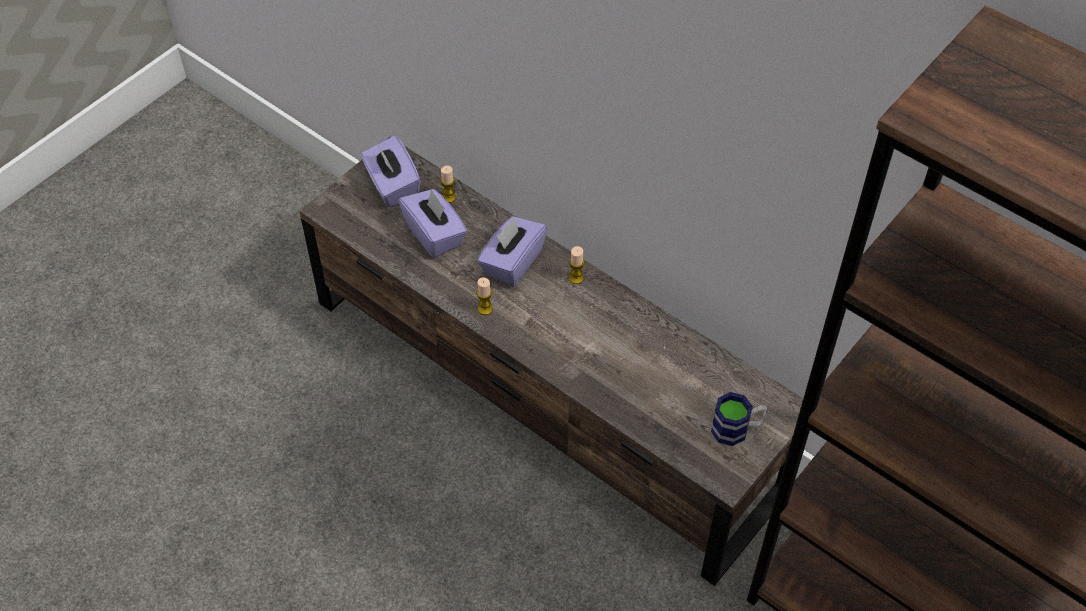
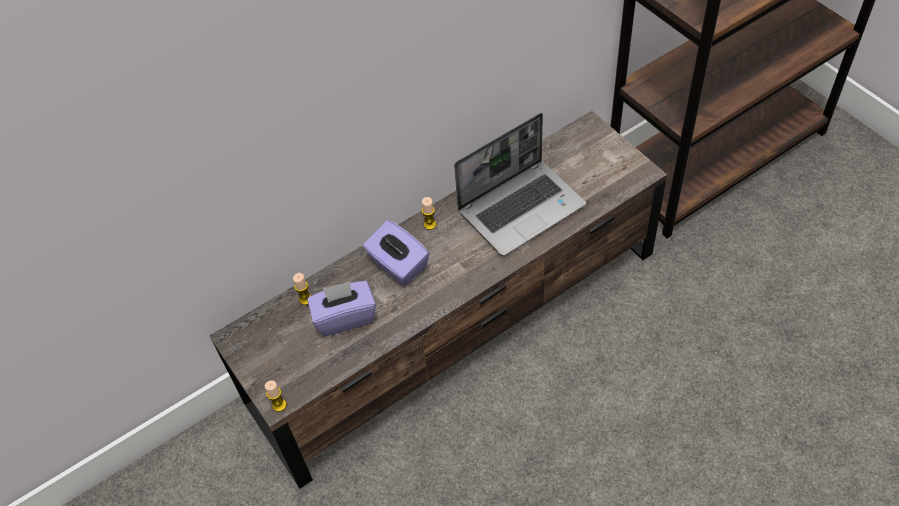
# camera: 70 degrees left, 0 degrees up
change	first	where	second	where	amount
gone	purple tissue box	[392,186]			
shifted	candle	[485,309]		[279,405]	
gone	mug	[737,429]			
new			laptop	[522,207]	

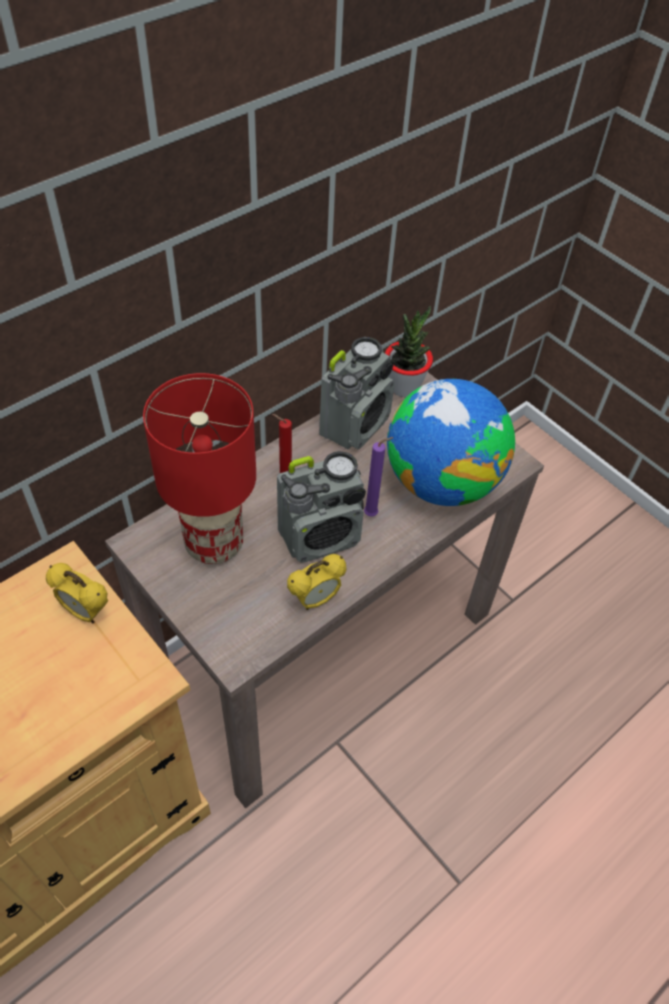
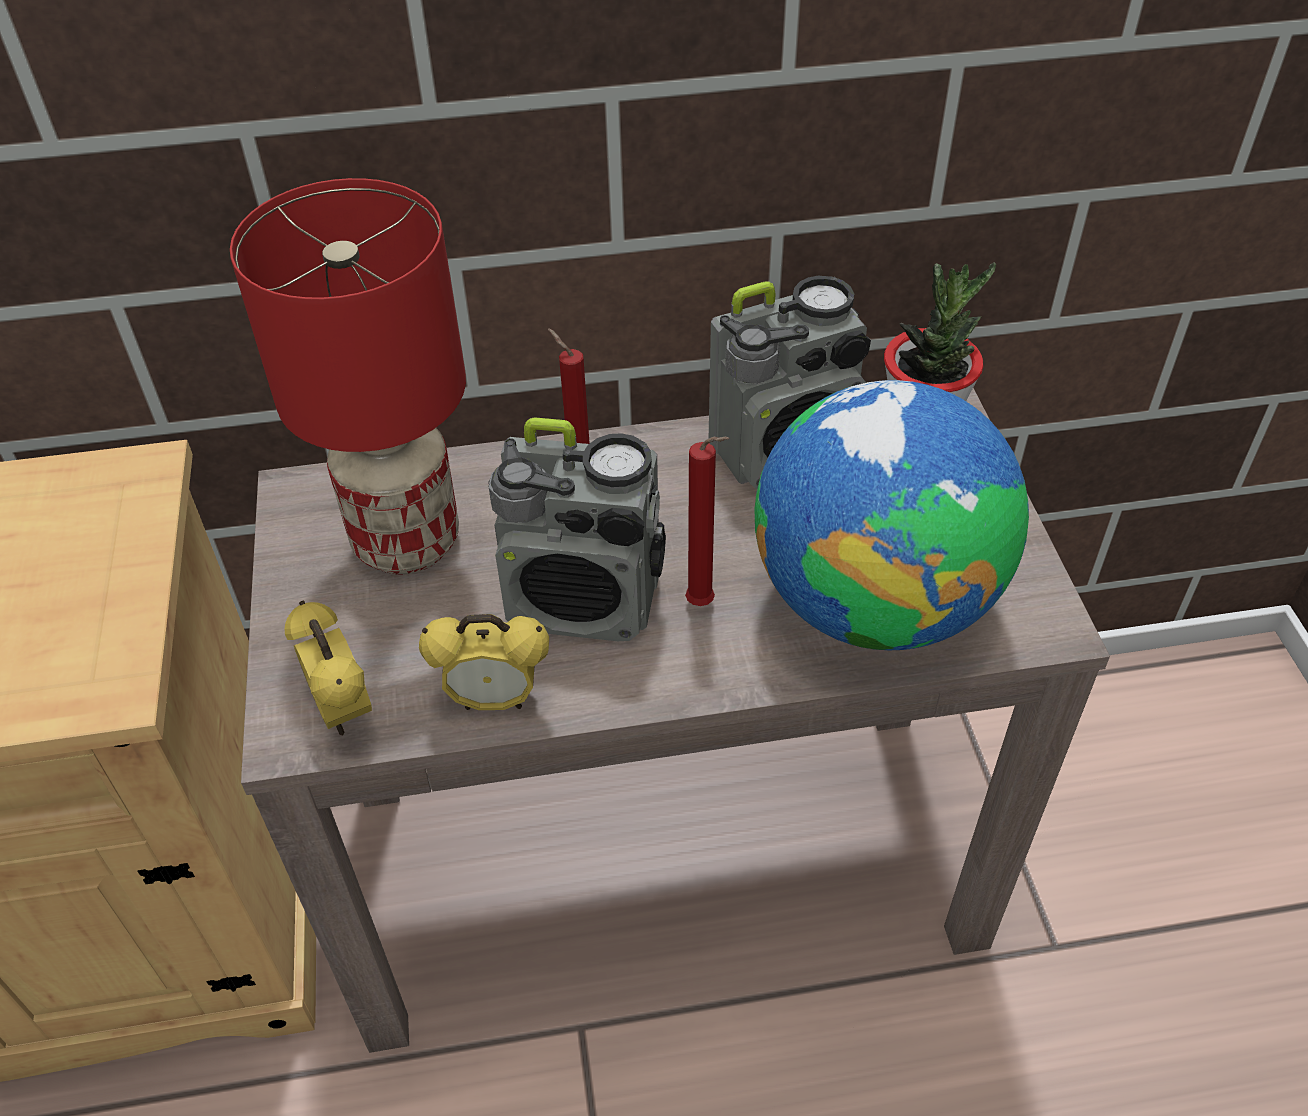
# camera: 35 degrees right, 5 degrees down
change	first	where	second	where	amount
repainted	purple candle	[373,514]	red candle	[704,605]	
shifted	alarm clock	[86,612]		[343,711]	

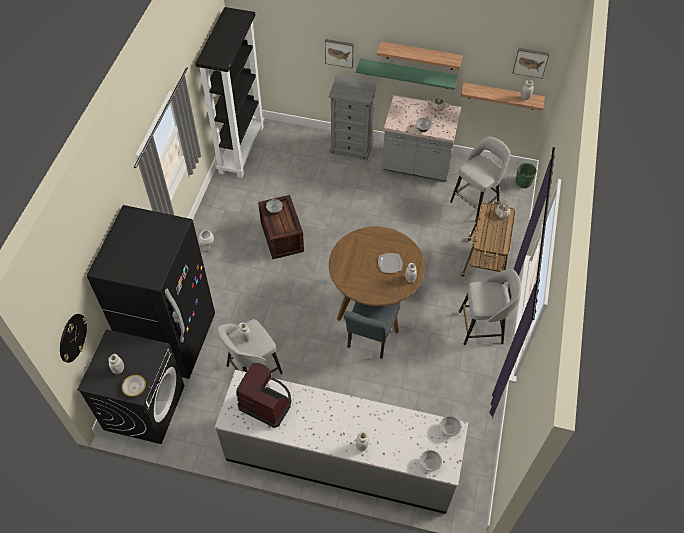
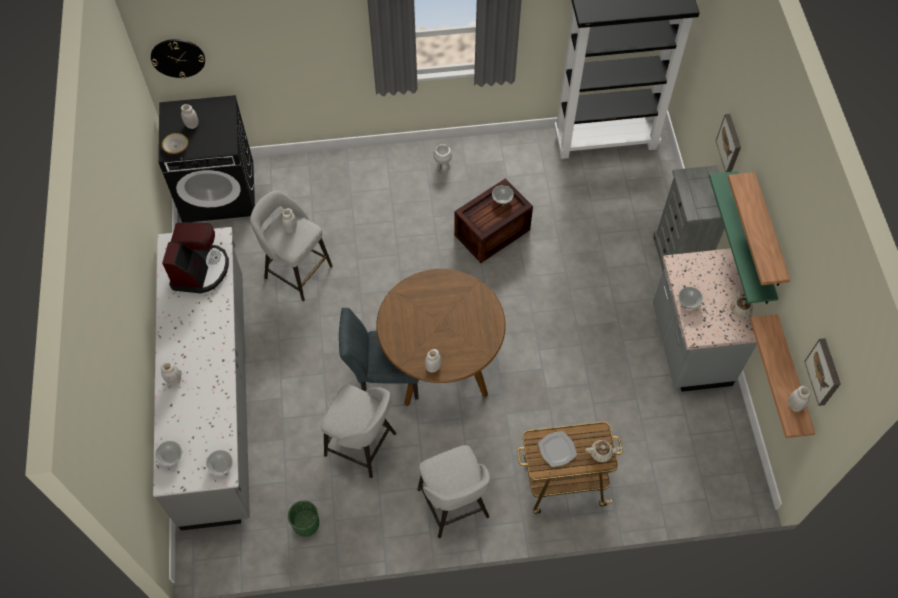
# camera: 70 degrees right, 5 degrees up
change	first	where	second	where	amount
shifted	grey stool	[475,202]		[362,445]	
shifted	green planter	[523,182]		[306,524]	
gone	black fridge	[173,340]			
shifted	plate	[390,263]		[557,450]	

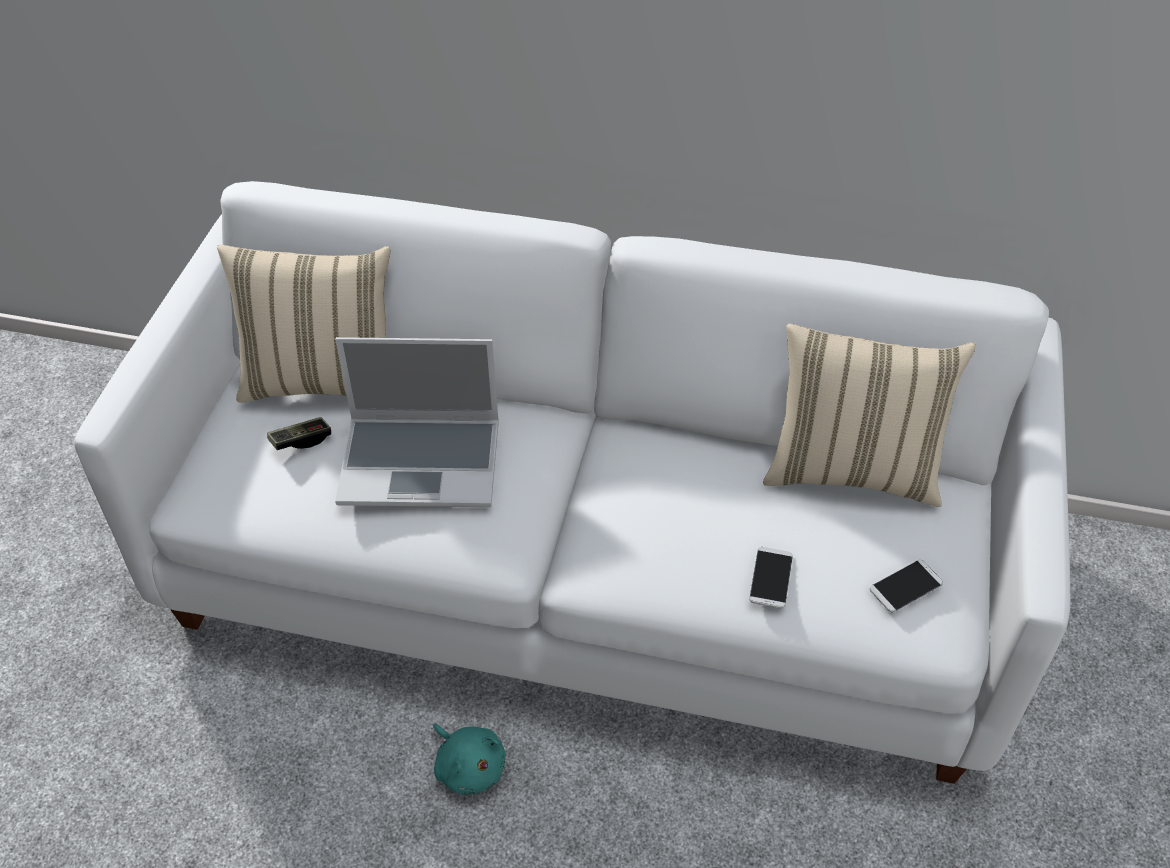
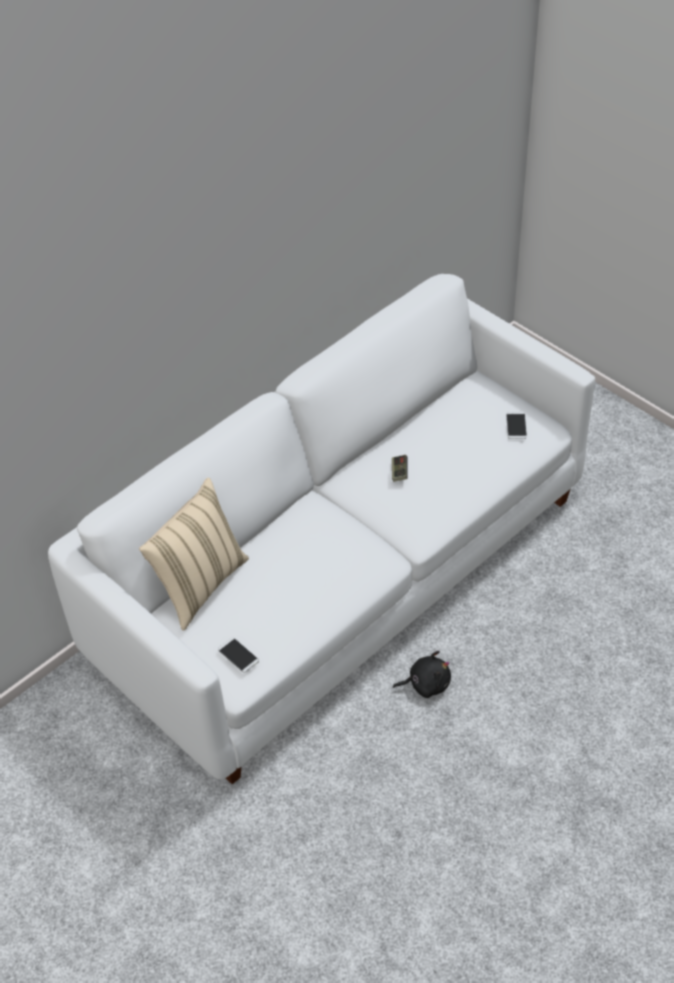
# camera: 55 degrees left, 0 degrees up
change	first	where	second	where	amount
gone	beige pillow	[851,470]			
gone	laptop	[423,462]			
shifted	game controller	[301,440]		[399,472]	
shifted	phone	[771,578]		[238,655]	
repainted	turquoise plush toy	[469,767]	black plush toy	[426,684]	

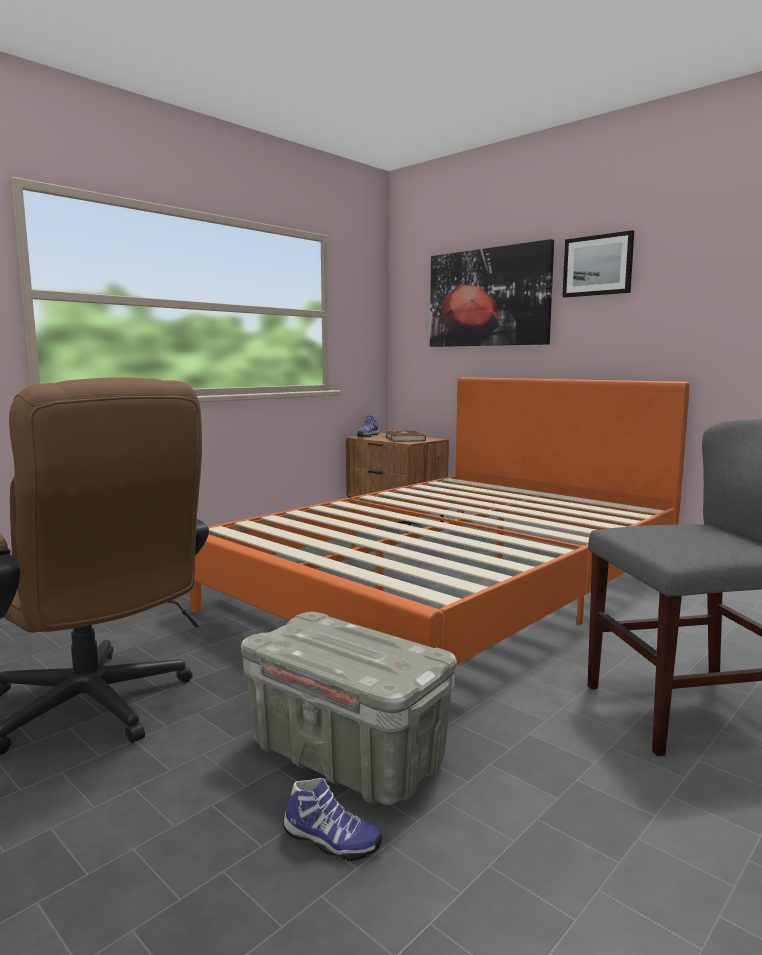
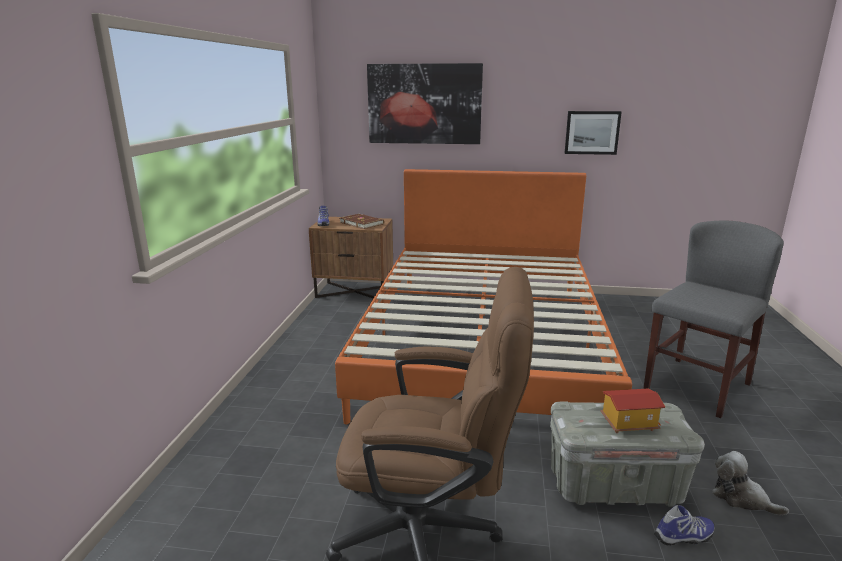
# camera: 35 degrees left, 10 degrees up
change	first	where	second	where	amount
shifted	picture	[598,265]		[592,132]	
new			toy house	[629,423]	
new			plush toy	[741,498]	

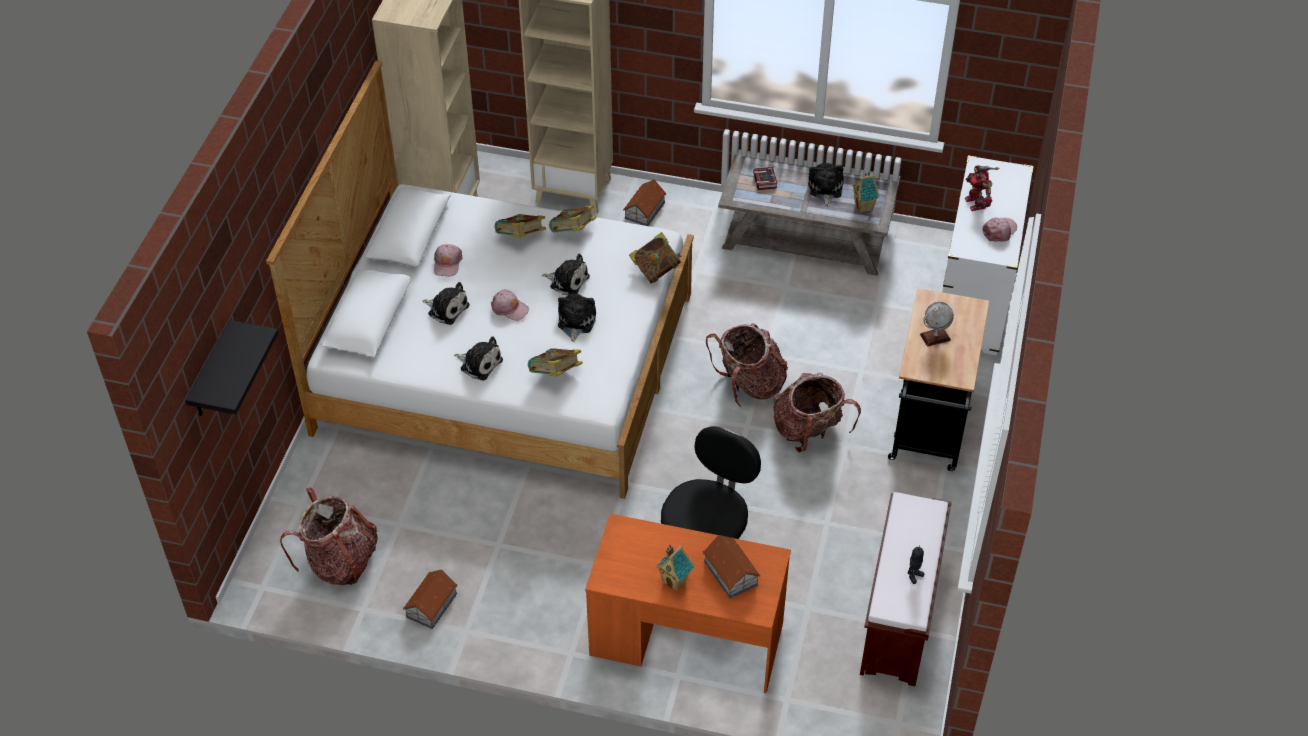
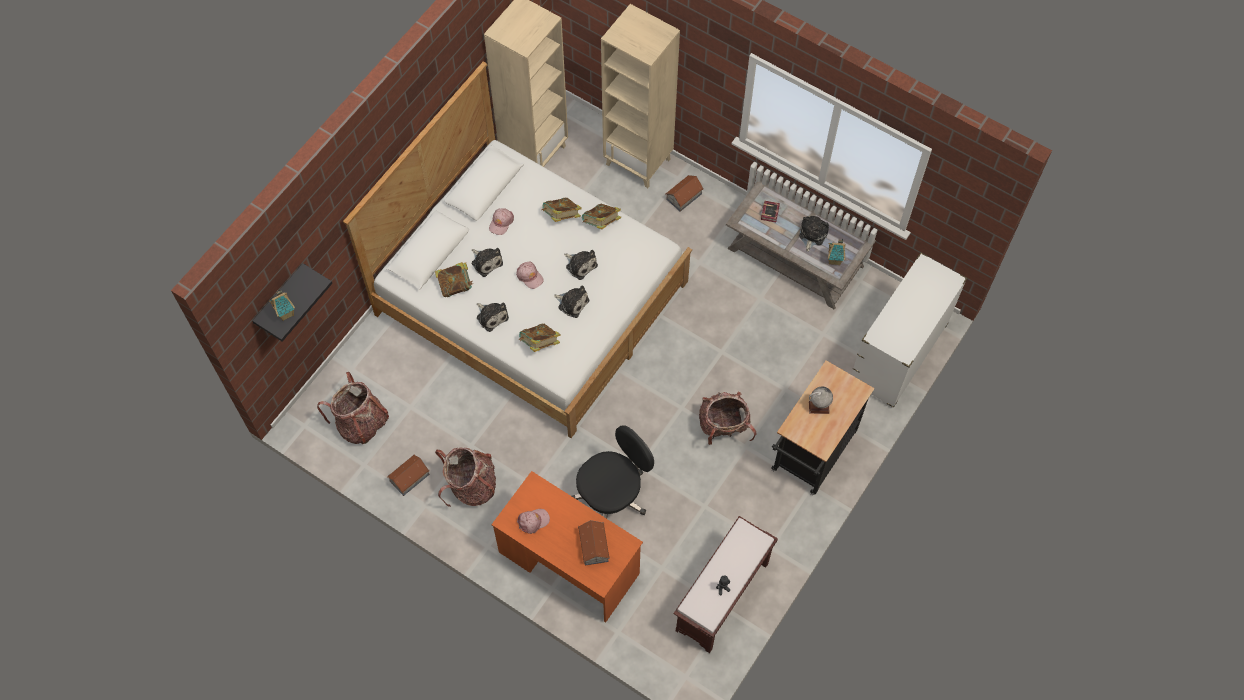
# camera: 20 degrees right, 15 degrees up
change	first	where	second	where	amount
gone	toy robot	[976,203]			
shifted	pink cap	[999,231]		[533,521]	
shifted	book	[656,270]		[455,285]	
rotated	plush toy	[575,322]		[572,303]	90 degrees clockwise
shifted	backpack	[749,385]		[471,486]	
shifted	toy house	[675,581]		[286,313]	

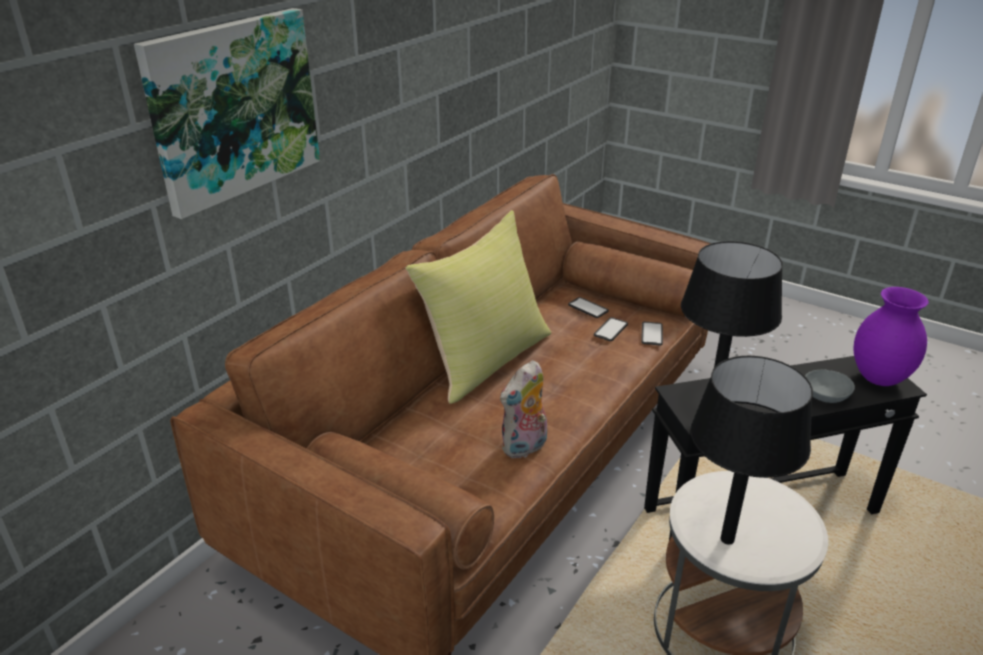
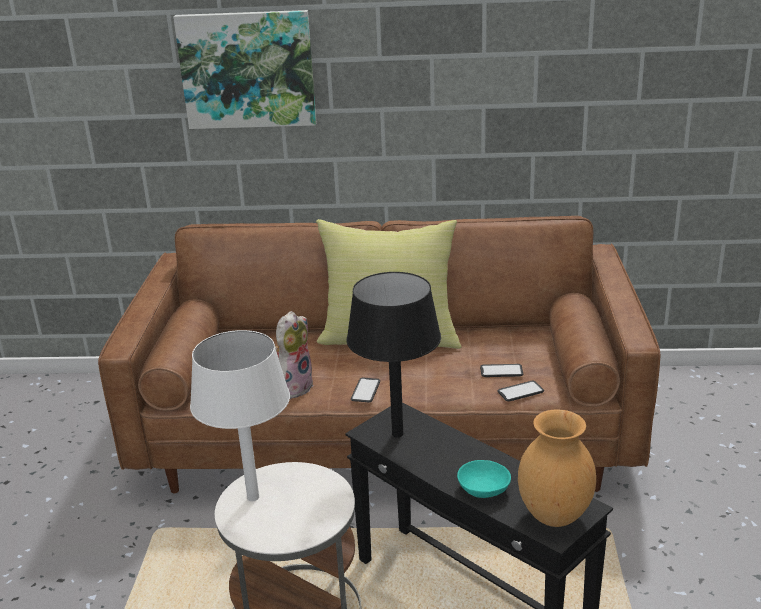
# camera: 60 degrees right, 5 degrees down
change	first	where	second	where	amount
repainted	purple vase	[878,379]	brown vase	[553,516]	
shifted	phone	[588,308]		[365,390]	
repainted	black table lamp	[727,539]	white table lamp	[252,497]	
rotated	plush toy	[525,448]		[294,386]	105 degrees clockwise
repainted	grey bowl	[825,394]	turquoise bowl	[485,488]	

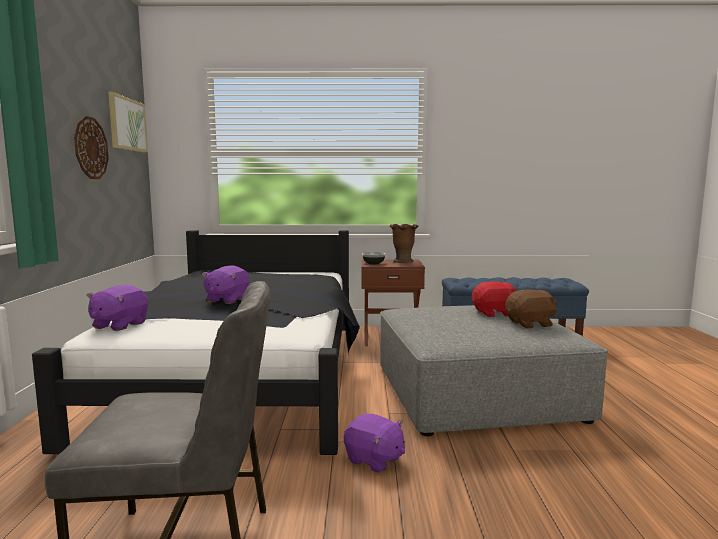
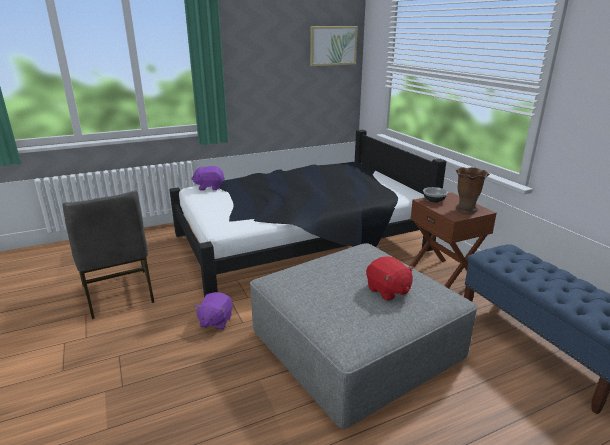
# camera: 65 degrees right, 15 degrees up
change	first	where	second	where	amount
gone	wall clock	[91,148]			
gone	purple plush toy	[227,300]			
gone	brown plush toy	[530,324]			

